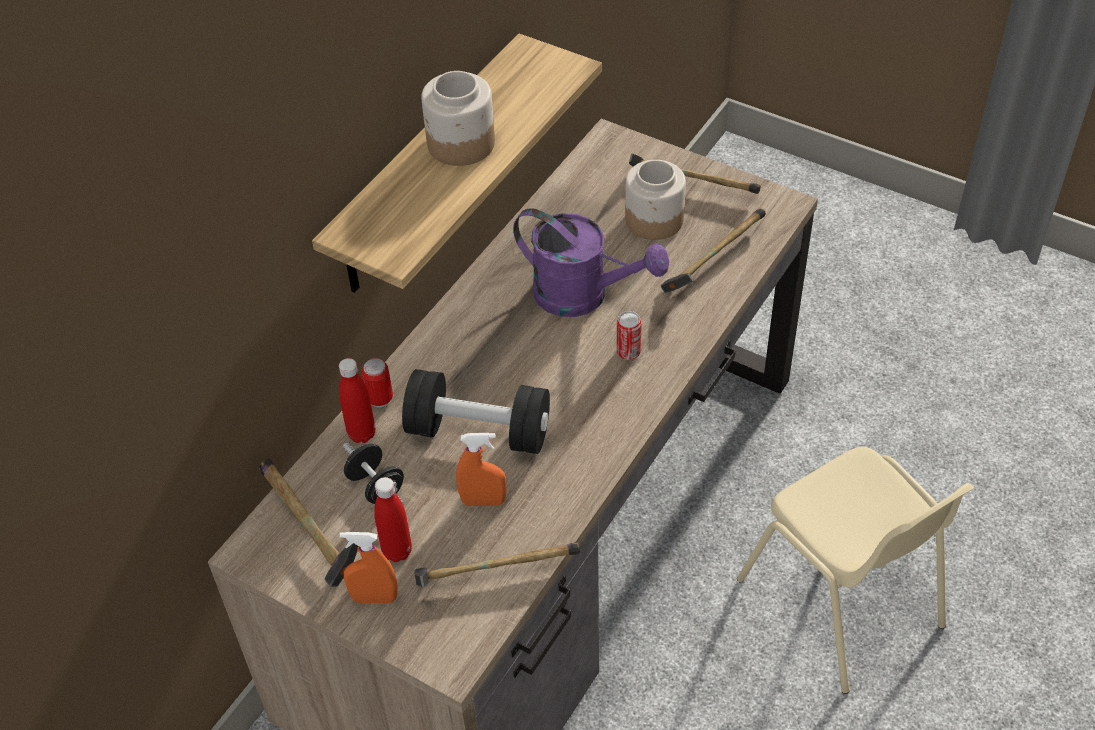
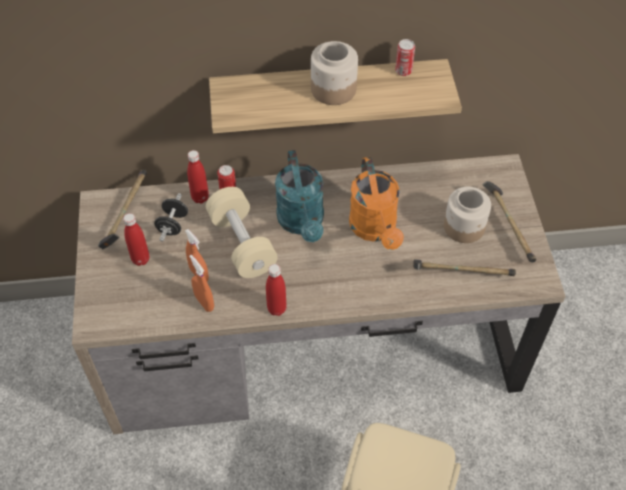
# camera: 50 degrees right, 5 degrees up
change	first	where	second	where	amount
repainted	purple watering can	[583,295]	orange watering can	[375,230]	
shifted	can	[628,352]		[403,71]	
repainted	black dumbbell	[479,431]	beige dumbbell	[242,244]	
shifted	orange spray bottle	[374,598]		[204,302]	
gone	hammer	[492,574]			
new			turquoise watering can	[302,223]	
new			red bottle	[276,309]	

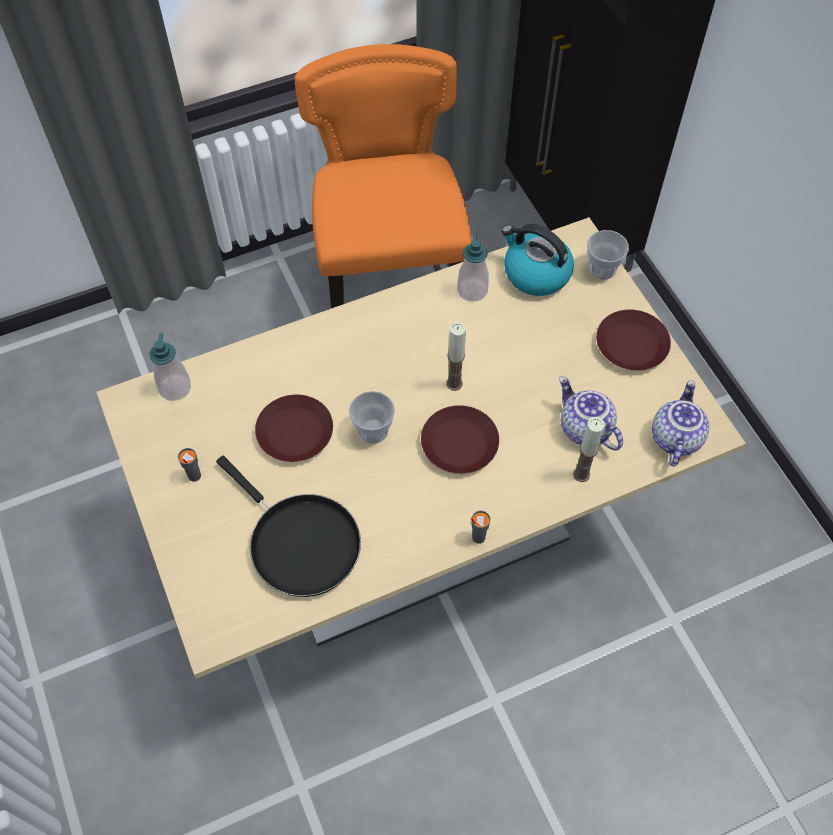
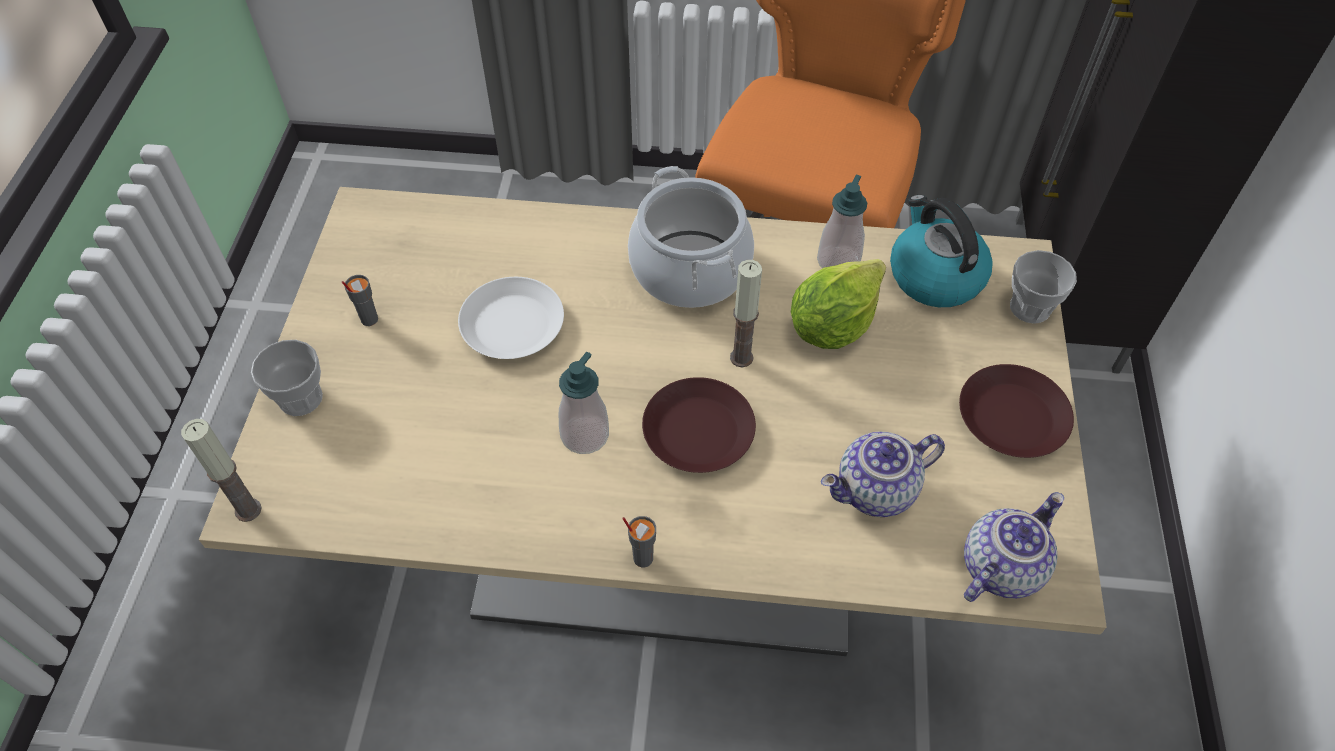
# camera: 30 degrees right, 5 degrees down
change	first	where	second	where	amount
shifted	soap dispenser	[175,388]		[585,435]	
rotated	teapot	[584,429]		[876,492]	105 degrees counterclockwise
shifted	cup	[373,430]		[300,398]	
repainted	brown plate	[294,433]	white plate	[511,326]	
shifted	candle	[581,474]		[248,510]	
gone	black frying pan	[299,542]			
new			cooking pot	[689,270]	
new			lettuce	[832,324]	

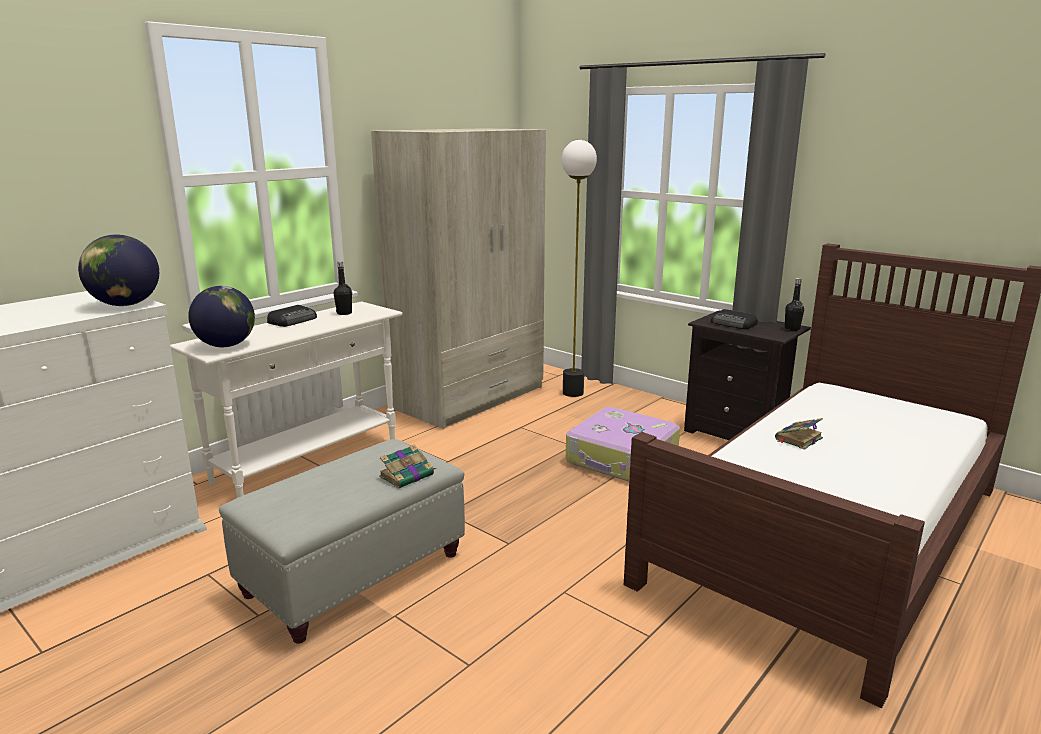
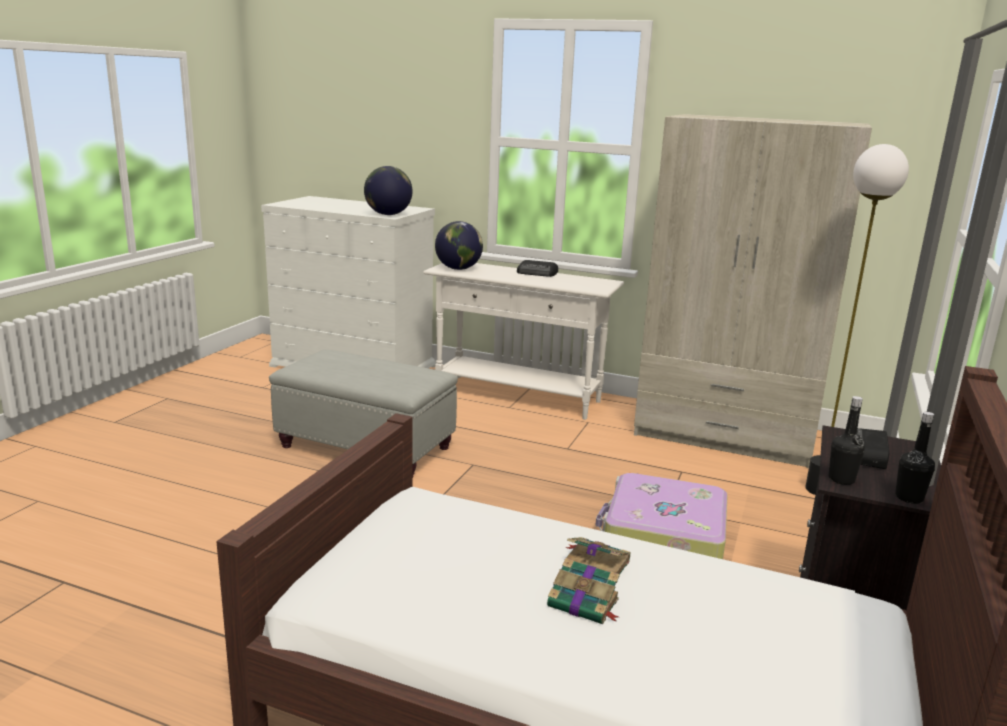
# camera: 70 degrees right, 0 degrees up
change	first	where	second	where	amount
shifted	black bottle	[344,313]		[841,479]	
shifted	book	[408,475]		[584,604]	

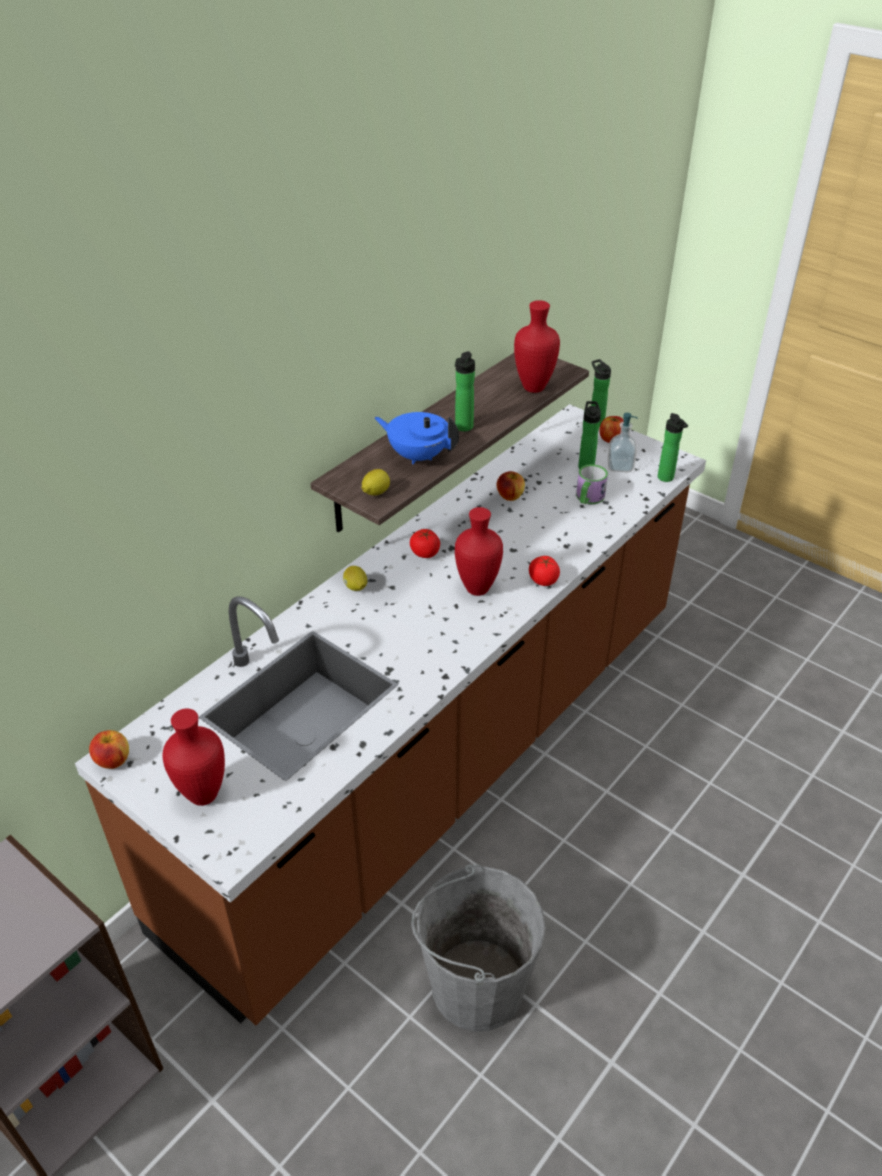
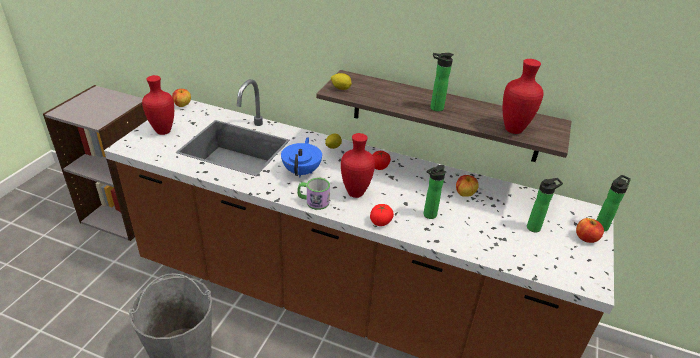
# camera: 70 degrees right, 5 degrees down
change	first	where	second	where	amount
shifted	blue teapot	[418,456]		[302,171]	
gone	soap dispenser	[620,466]			
shifted	bottle	[667,479]		[428,215]	
shifted	mug	[588,498]		[313,201]	

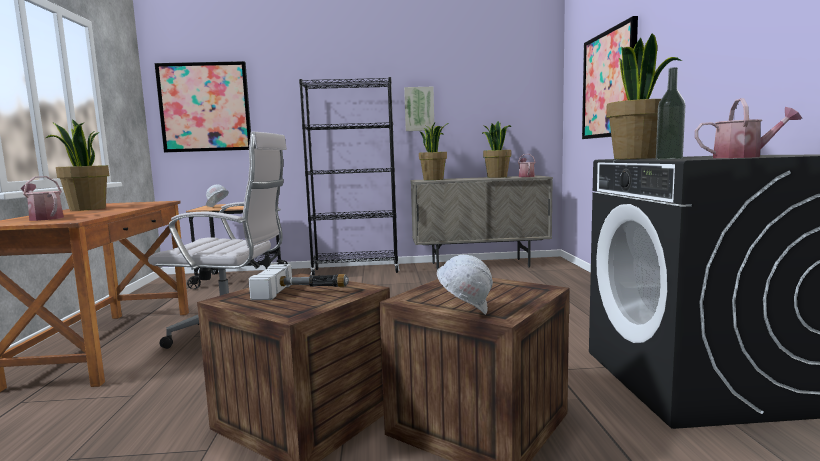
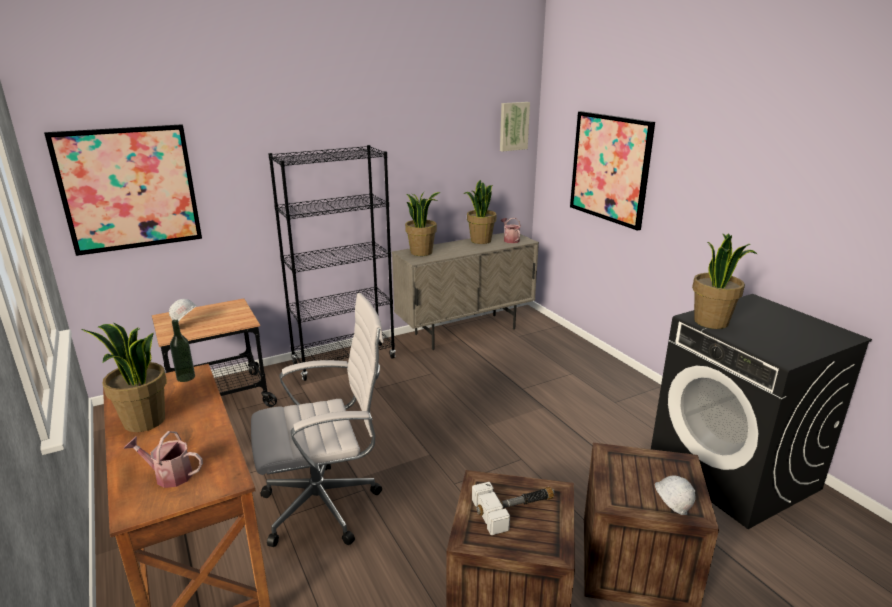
# camera: 25 degrees left, 15 degrees up
change	first	where	second	where	amount
shifted	bottle	[669,159]		[186,377]	
shifted	picture	[419,109]		[513,126]	
gone	watering can	[743,157]			

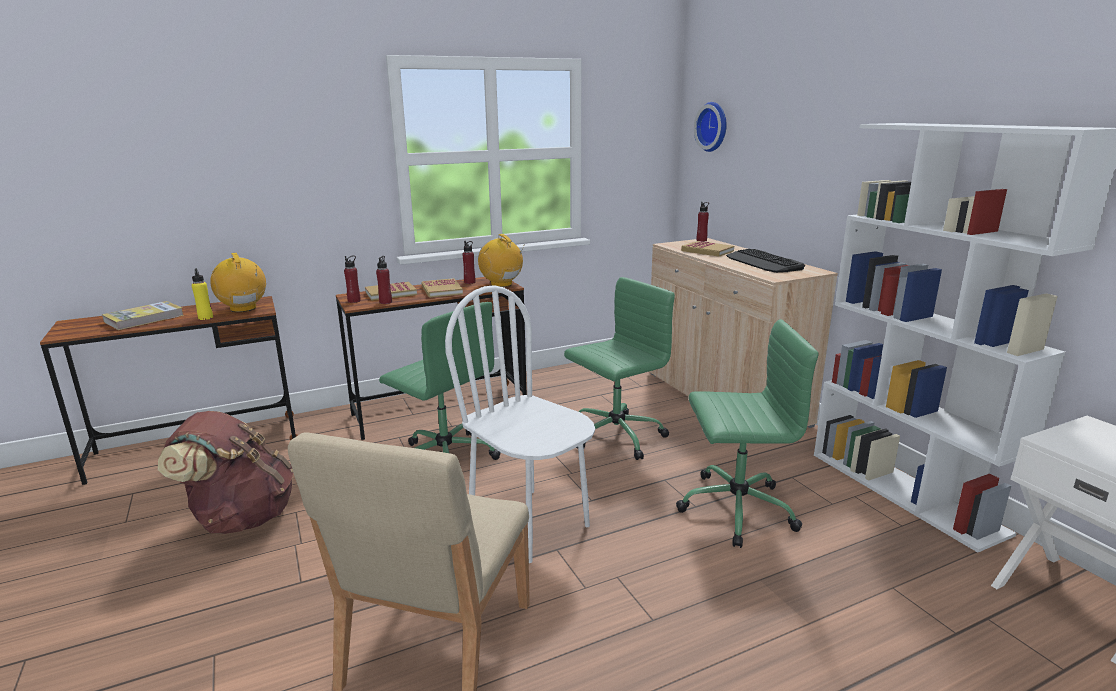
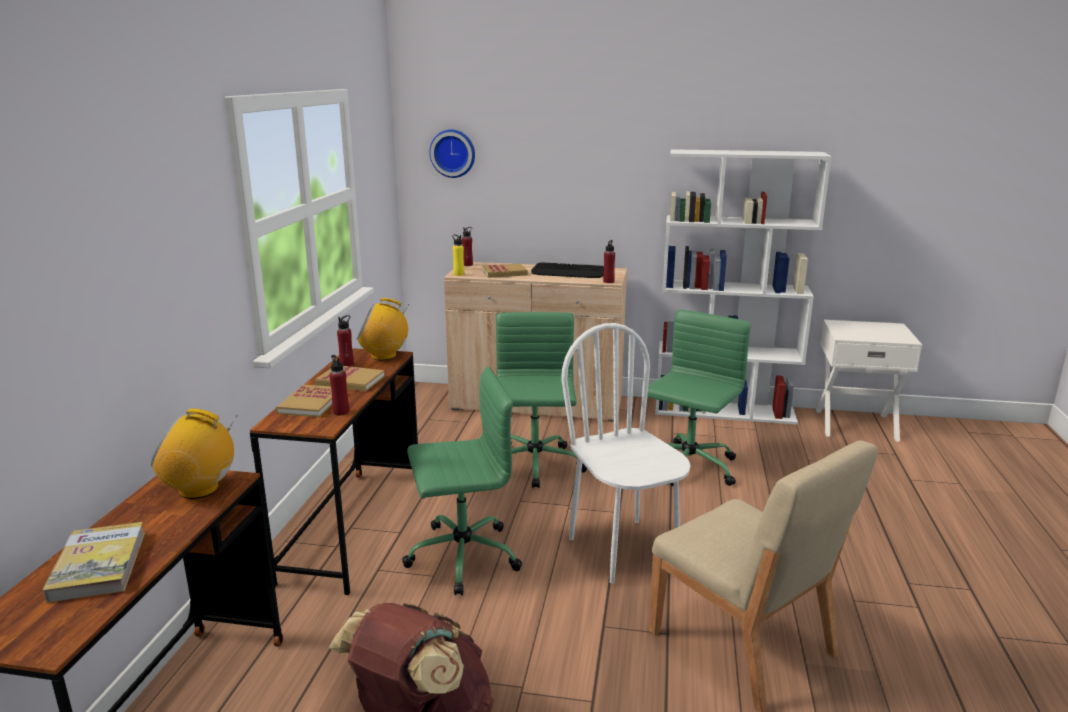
# camera: 55 degrees left, 0 degrees up
change	first	where	second	where	amount
shifted	red bottle	[354,301]		[608,281]	
shifted	yellow bottle	[205,318]		[458,274]	
rotated	white chair	[530,524]		[624,550]	75 degrees clockwise

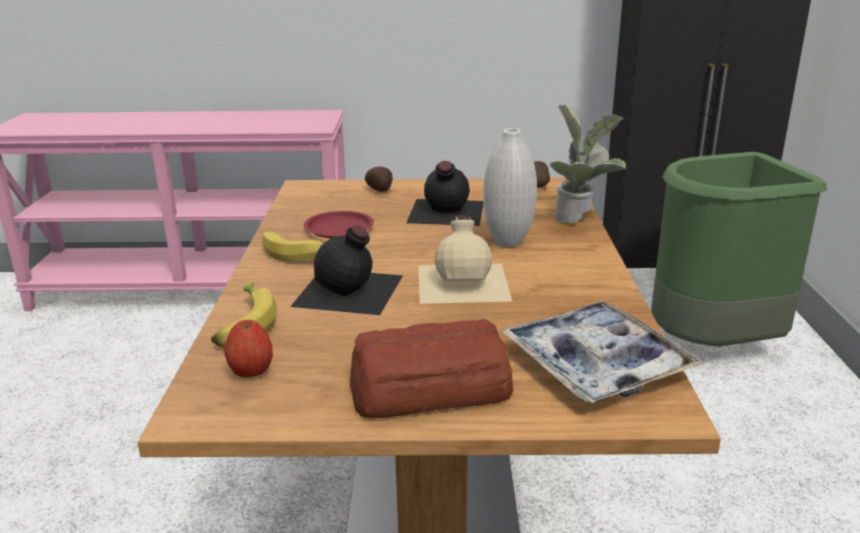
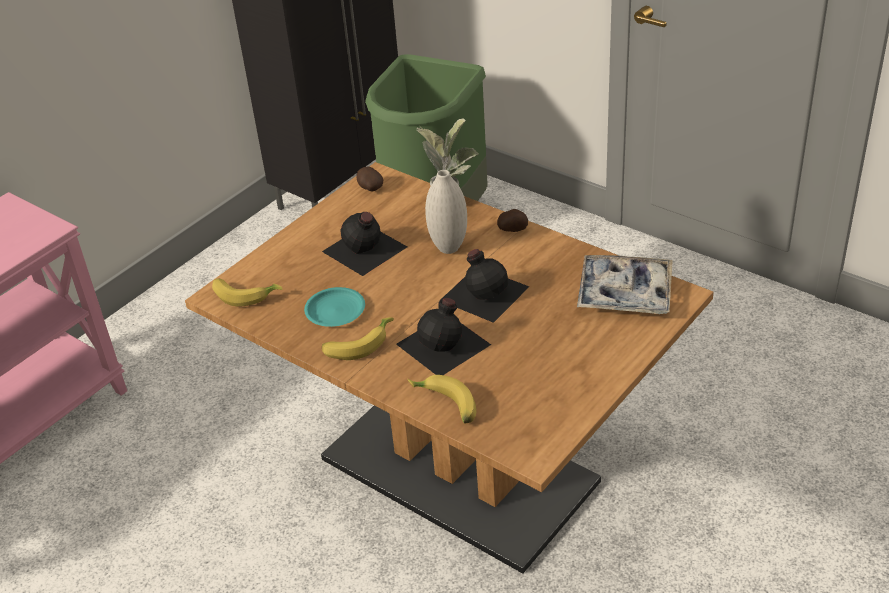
# camera: 50 degrees left, 15 degrees up
change	first	where	second	where	amount
shifted	potato	[380,190]		[513,229]	
repainted	red plate	[339,229]	turquoise plate	[335,311]	
repainted	beige bottle	[464,281]	black bottle	[484,292]	
gone	bread	[428,389]			
gone	apple	[251,373]			
new			banana	[245,294]	

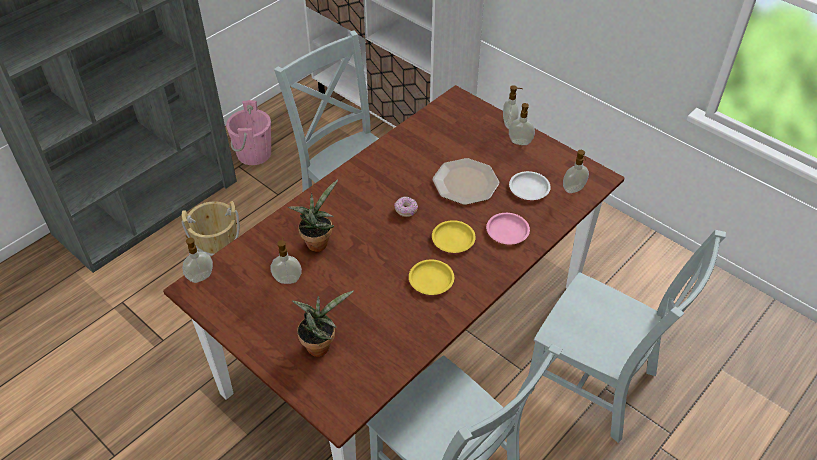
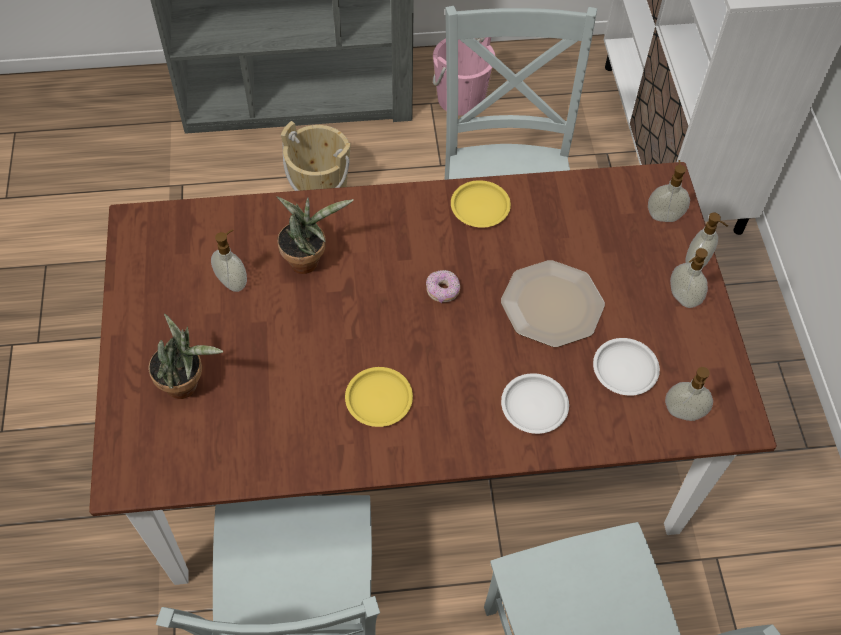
# camera: 40 degrees right, 10 degrees up
change	first	where	second	where	amount
repainted	pink plate	[507,231]	white plate	[534,406]	
shifted	yellow plate	[453,239]		[480,207]	
shifted	soap dispenser	[200,276]		[664,215]	

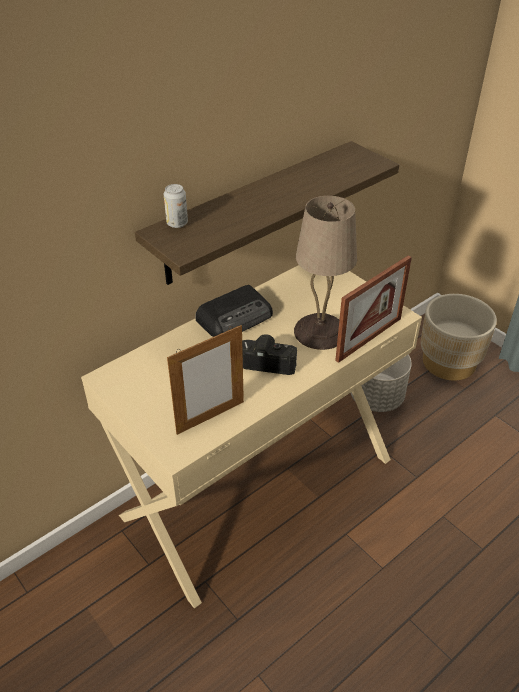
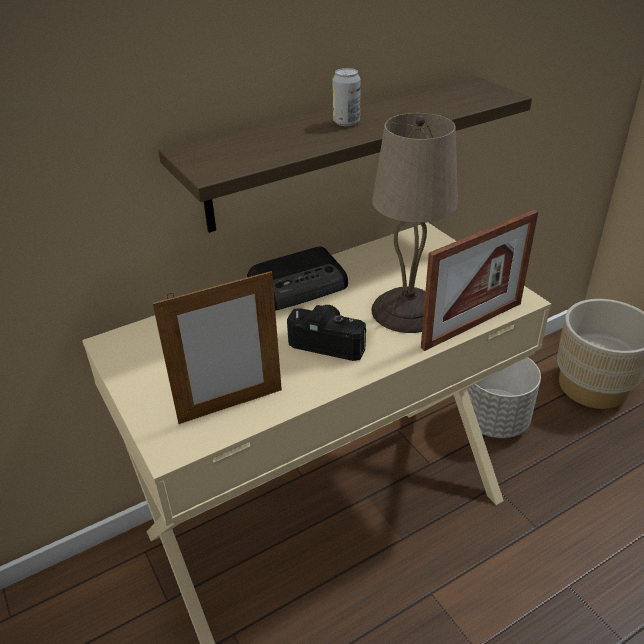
# camera: 10 degrees right, 5 degrees down
change	first	where	second	where	amount
shifted	can	[177,223]		[346,122]	

